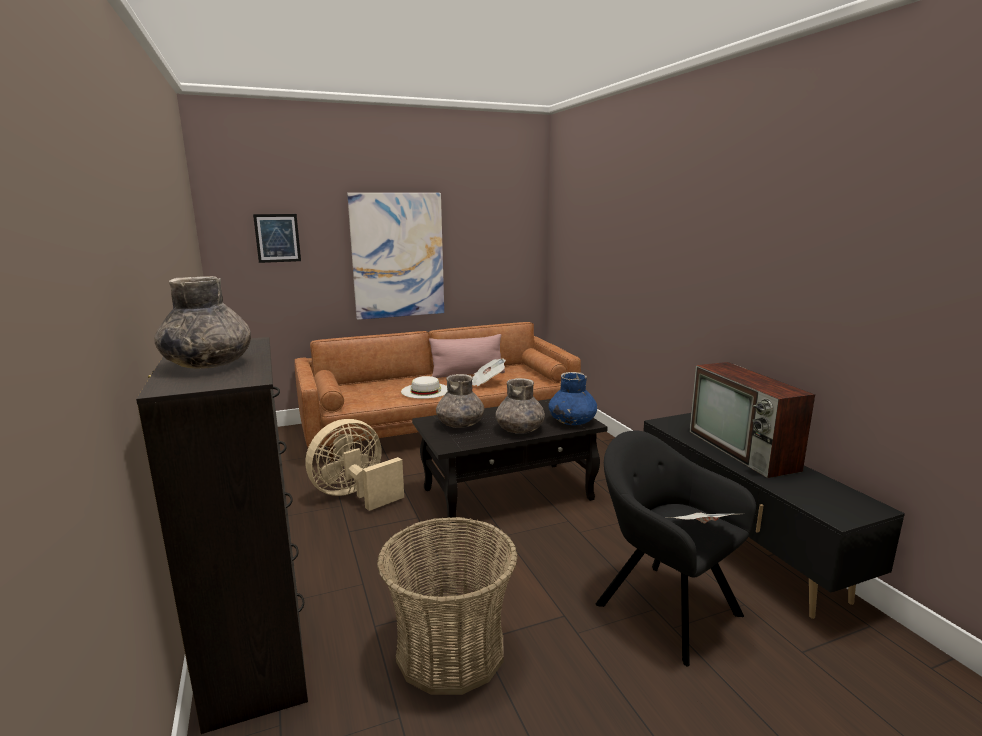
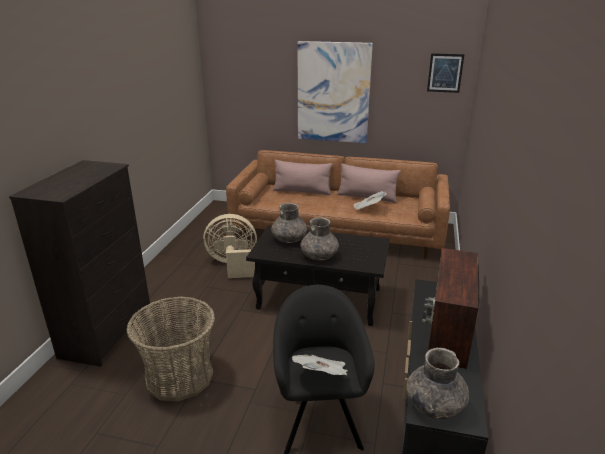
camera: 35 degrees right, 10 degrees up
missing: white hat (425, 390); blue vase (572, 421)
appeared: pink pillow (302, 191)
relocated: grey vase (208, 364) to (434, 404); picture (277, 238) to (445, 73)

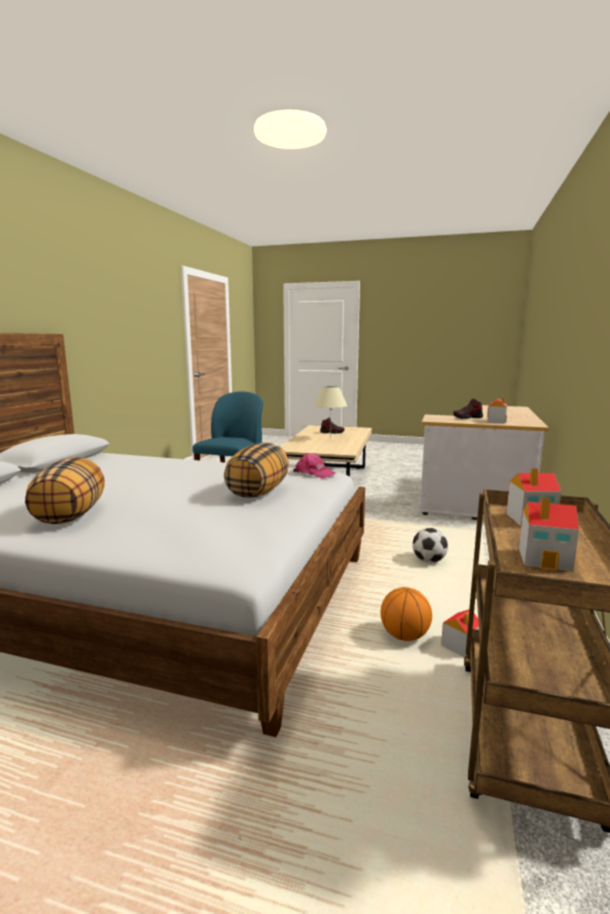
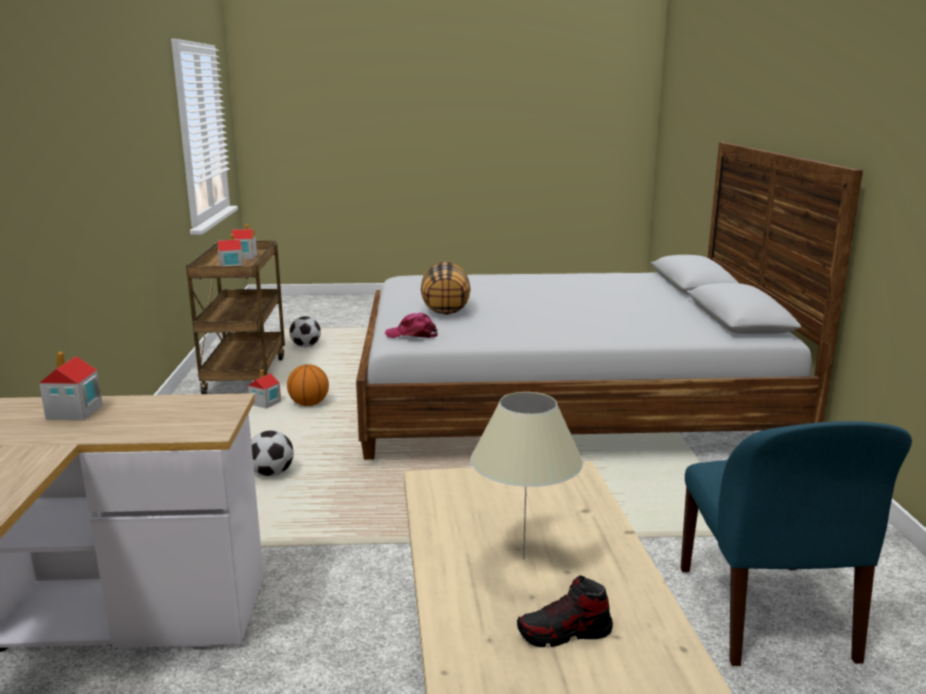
camera: 160 degrees right, 5 degrees up
missing: pillow (71, 515); shoe (467, 417)
appeared: football (306, 346)

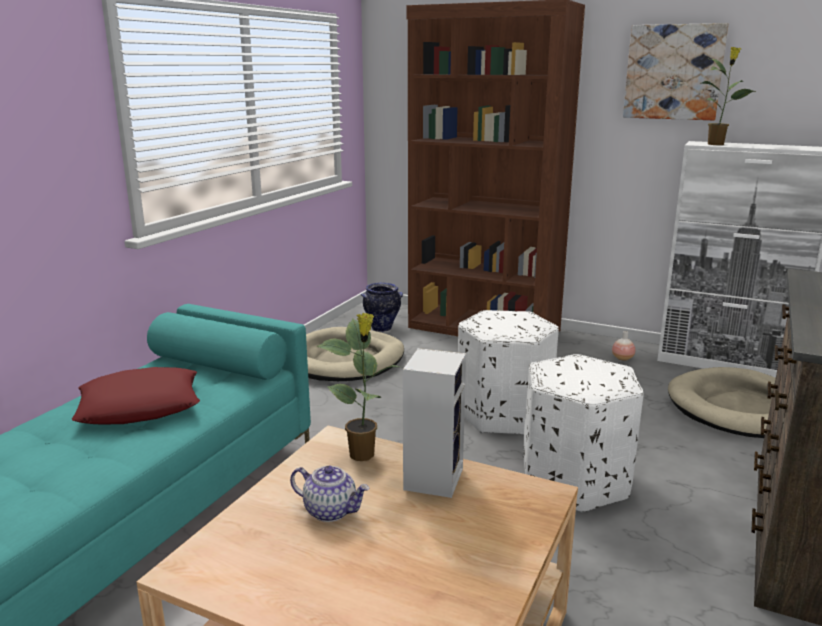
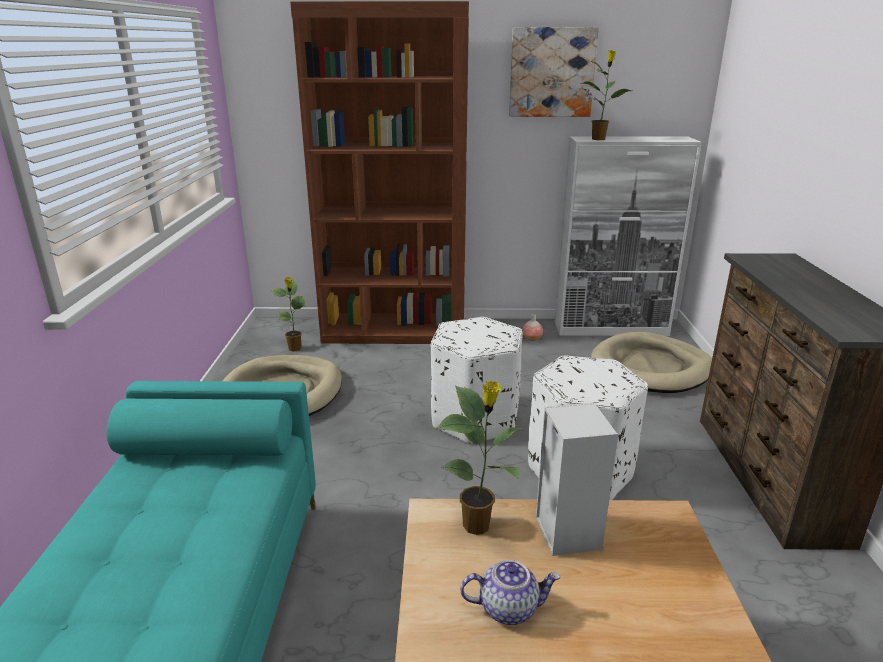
camera: 25 degrees left, 5 degrees up
missing: red pillow (140, 406)
exchanged: vase (382, 328) to potted plant (295, 349)

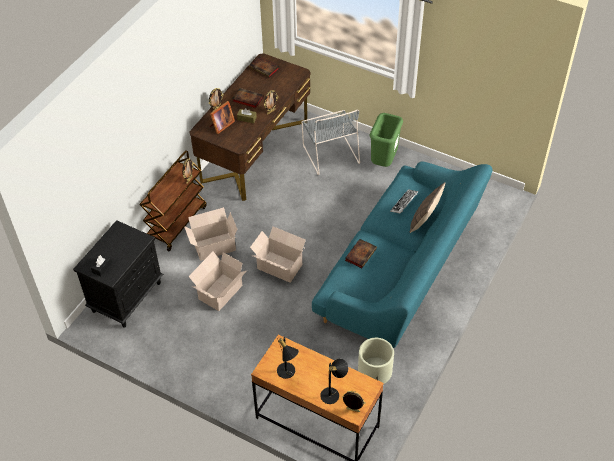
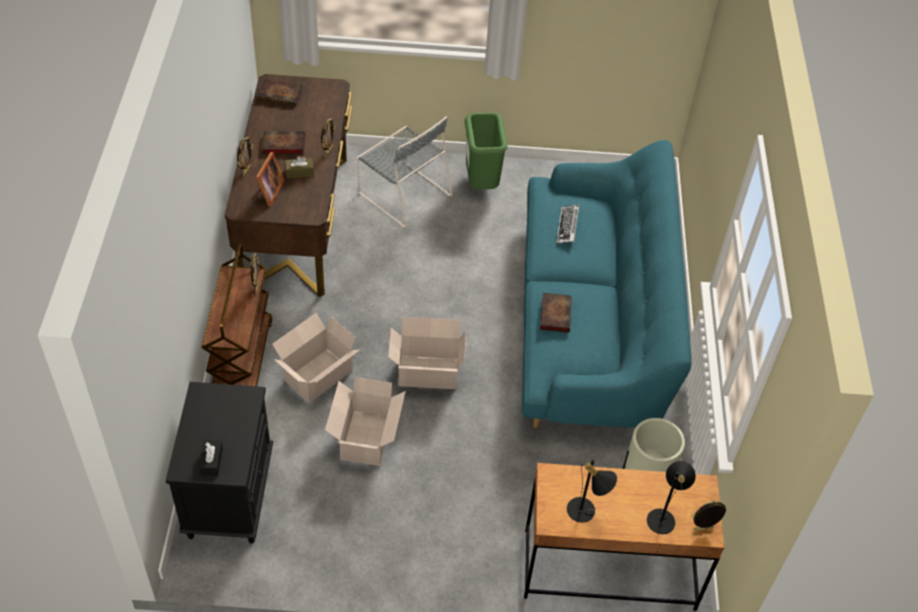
camera: 30 degrees left, 0 degrees up
missing: pillow (425, 221)

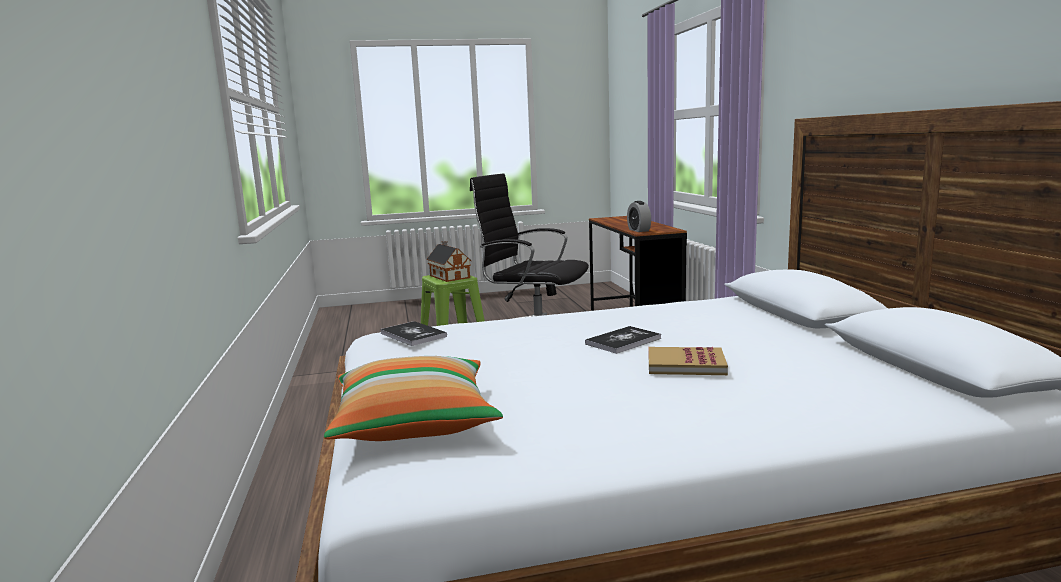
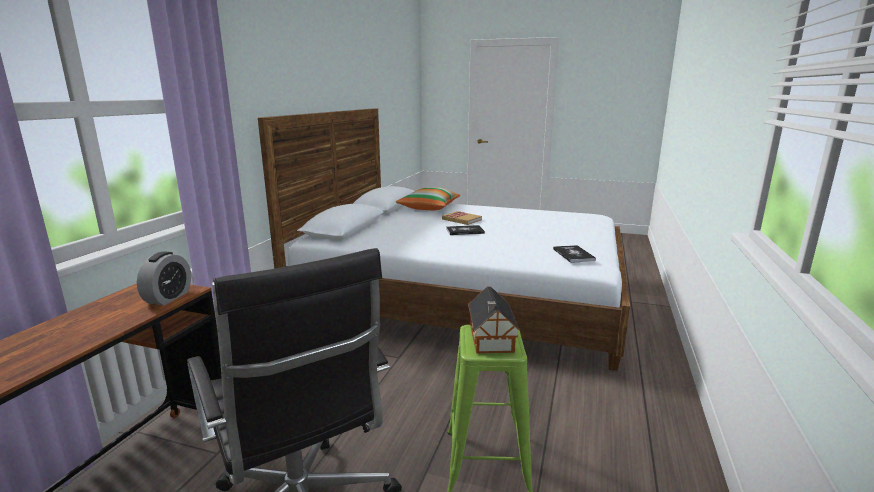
camera: 150 degrees left, 5 degrees up
relocated: pillow (415, 422) to (428, 207)

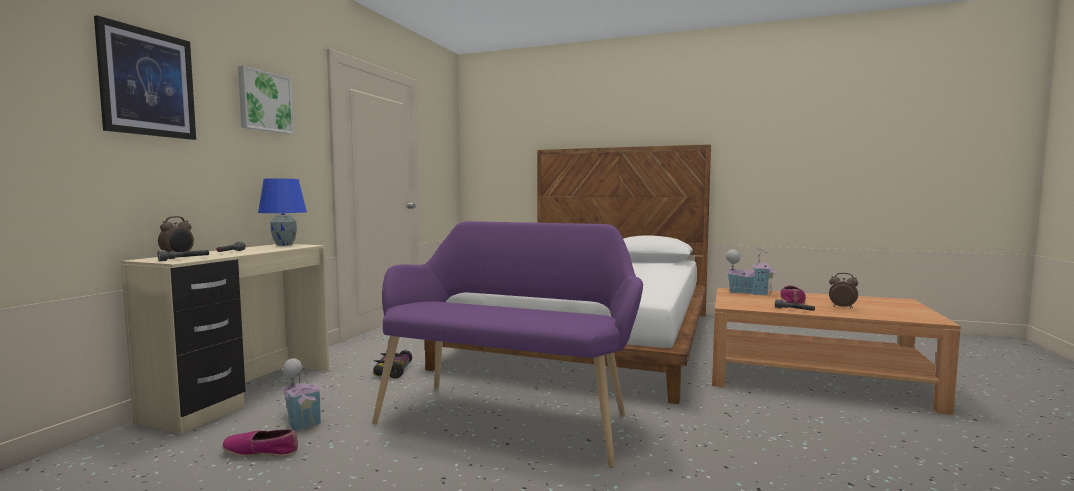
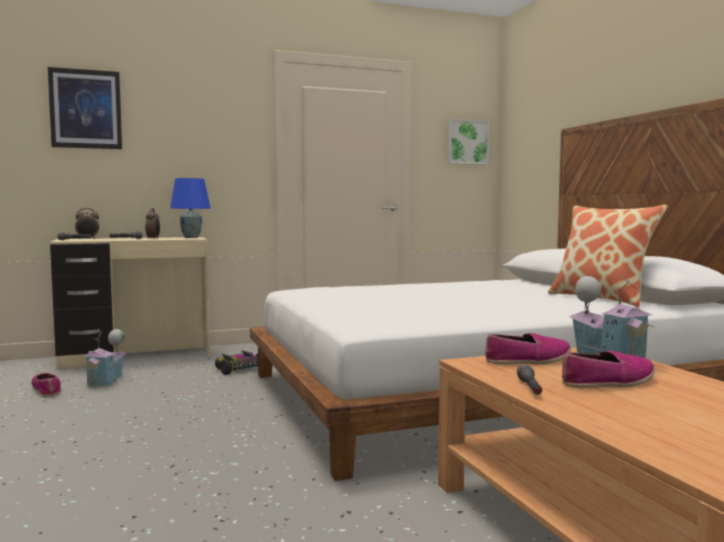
camera: 50 degrees right, 0 degrees up
missing: purple bench (510, 416)
appeared: shoe (528, 360); pillow (602, 298)
relocated: alarm clock (842, 307) to (153, 239); picture (264, 102) to (467, 142)

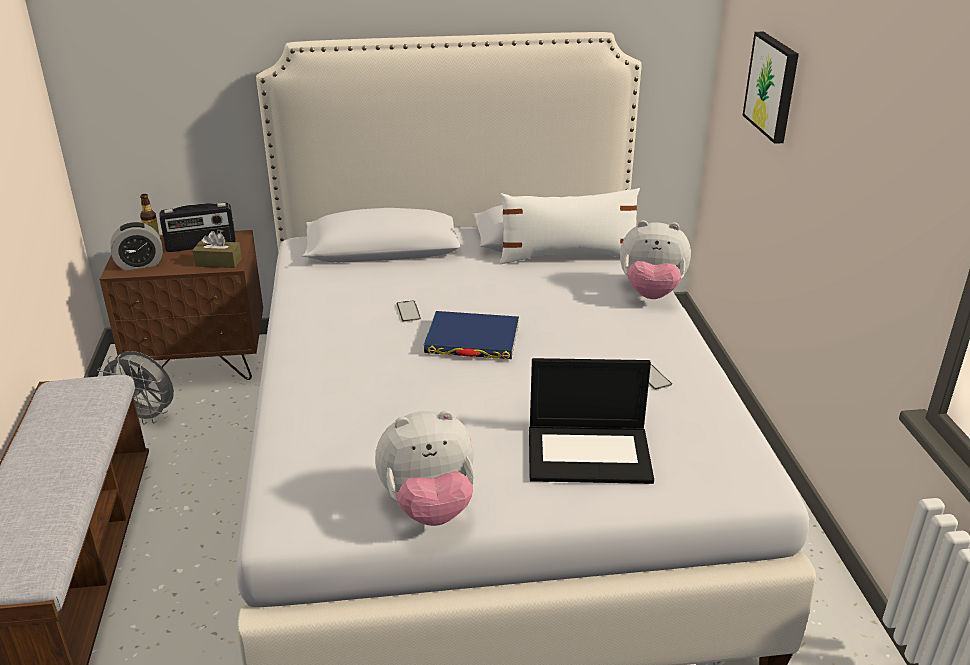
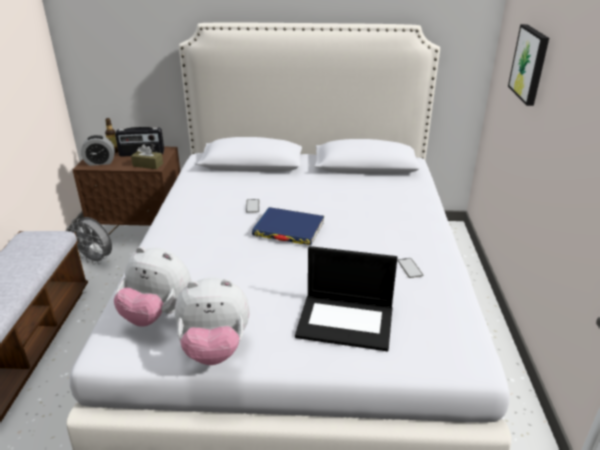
camera: 10 degrees right, 0 degrees up
missing: white pillow (568, 256)
relocated: plush toy (651, 293) to (157, 314)

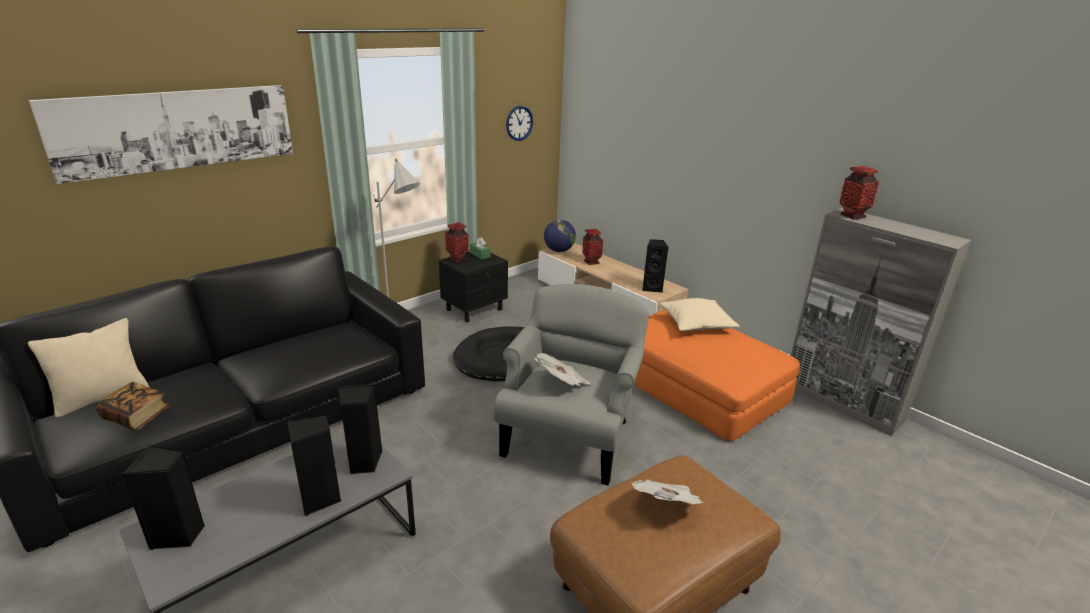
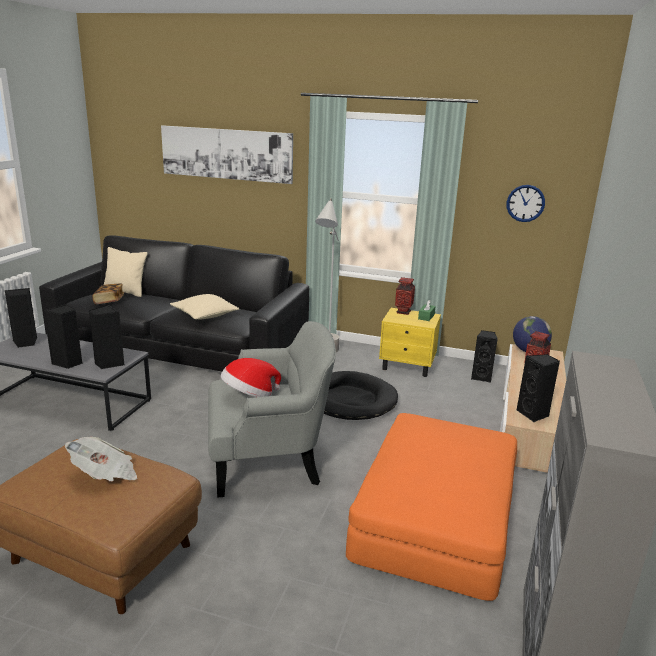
camera: 60 degrees right, 5 degrees down
missing: vase (852, 216)
appeared: black speaker (481, 377)
relocated: beige pillow (696, 324) to (205, 315)
exchanged: newspaper (561, 383) to hat (249, 396)
colour: black nightstand (475, 309) to yellow nightstand (408, 366)

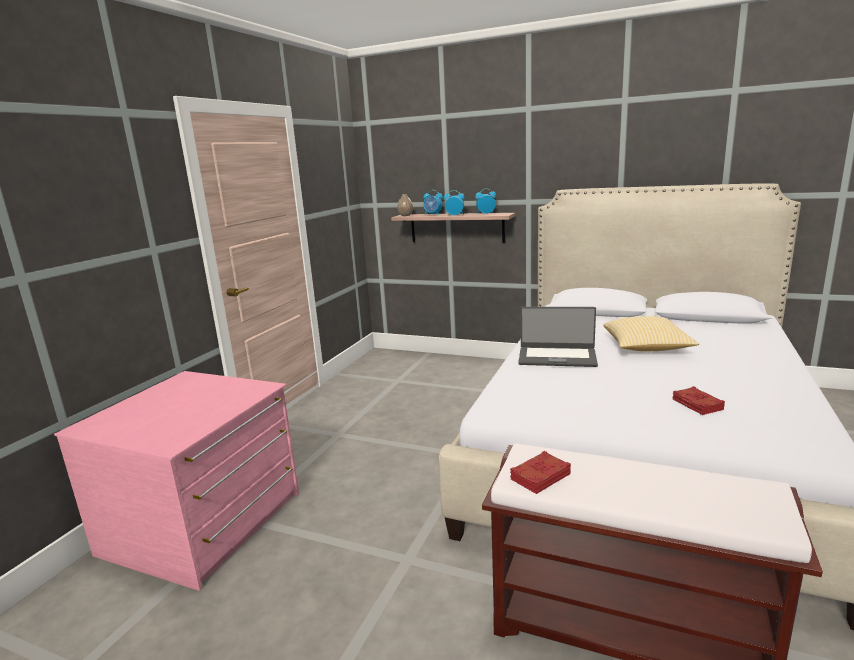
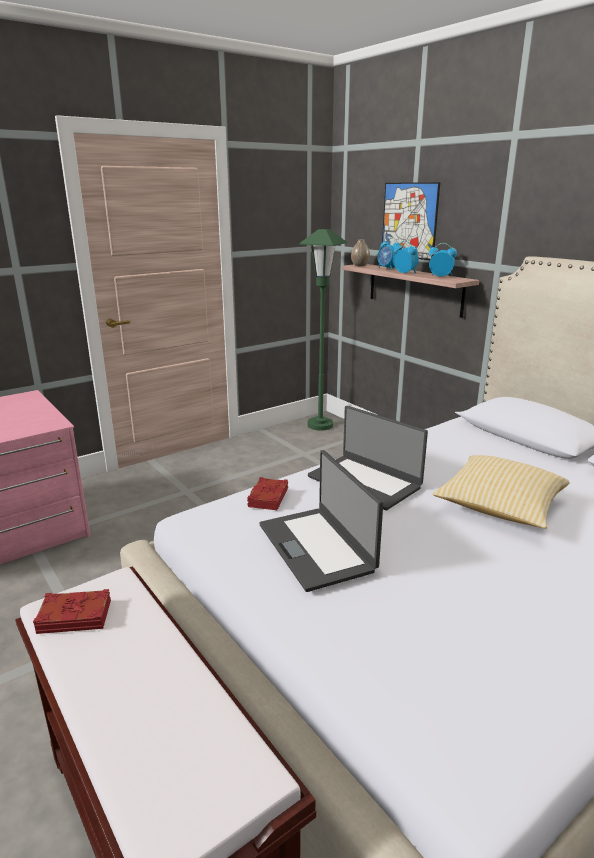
camera: 30 degrees right, 5 degrees up
appeared: laptop (317, 547); green floor lamp (320, 425); picture (409, 220)
relocated: red book (696, 404) to (267, 498)

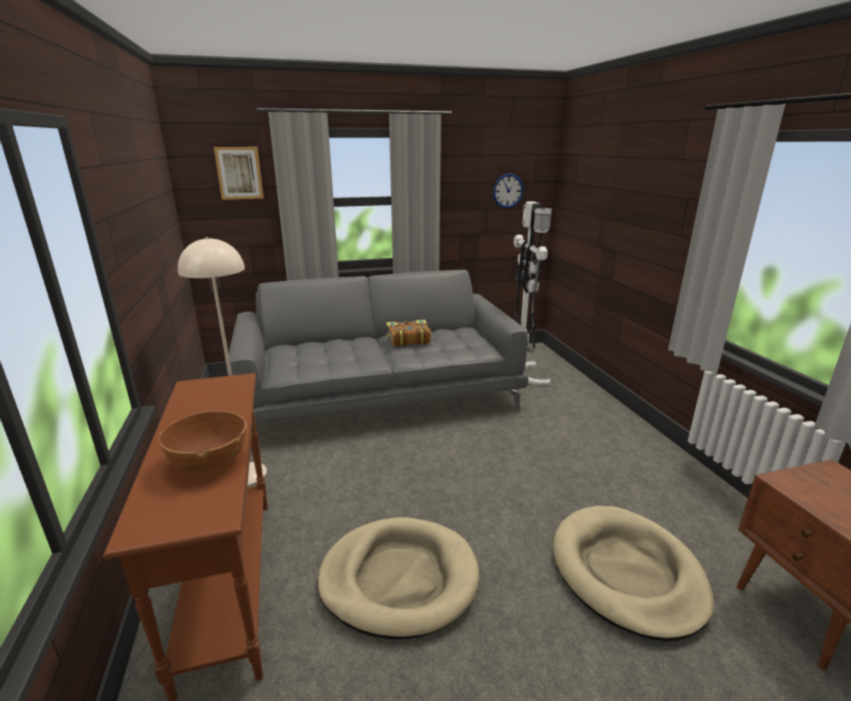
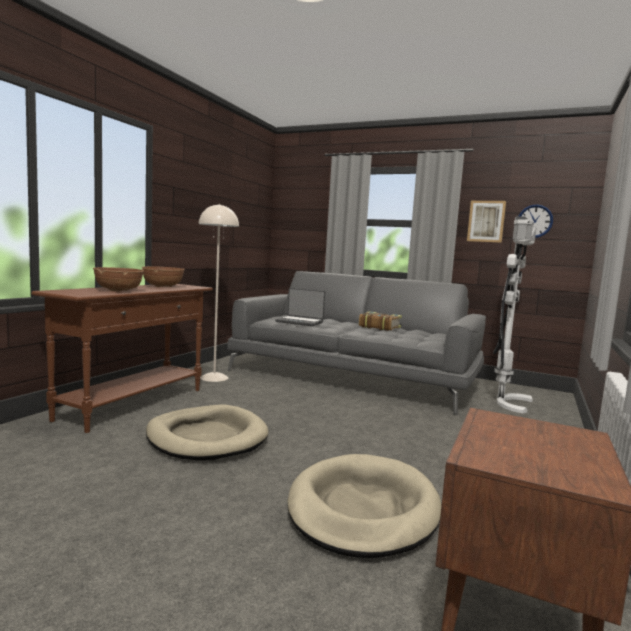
camera: 40 degrees right, 15 degrees down
appeared: brown bowl (163, 286); laptop (300, 322)
relocated: picture (239, 173) to (486, 221)

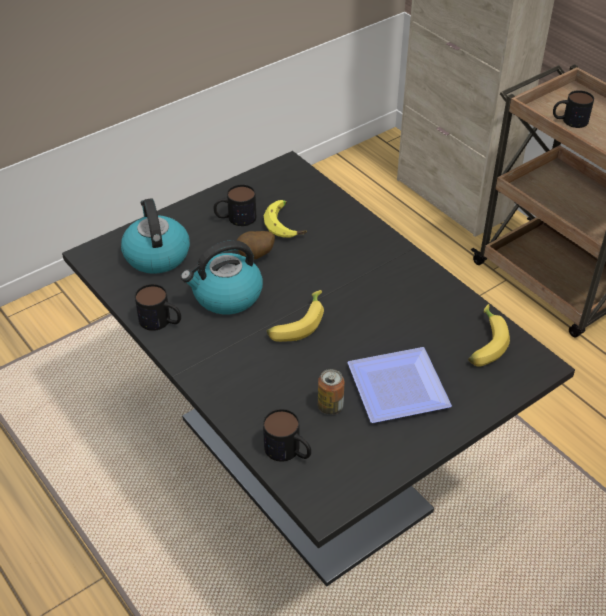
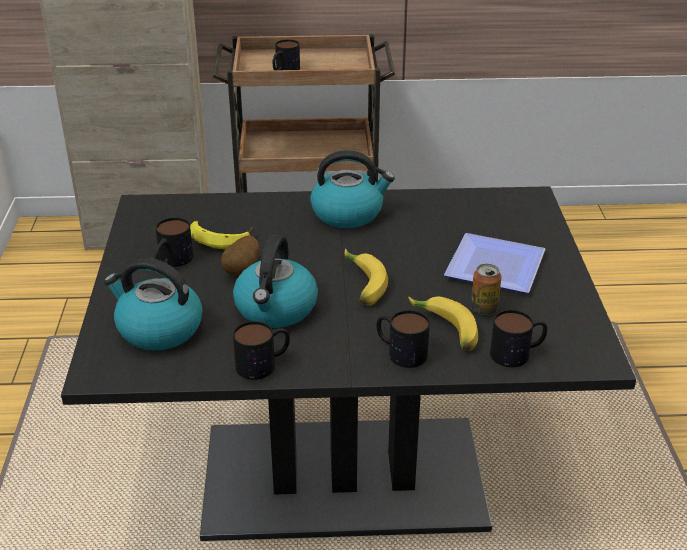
camera: 55 degrees left, 10 degrees down
appeared: kettle (348, 213); mug (400, 351)
relocated: banana (484, 343) to (444, 330)

